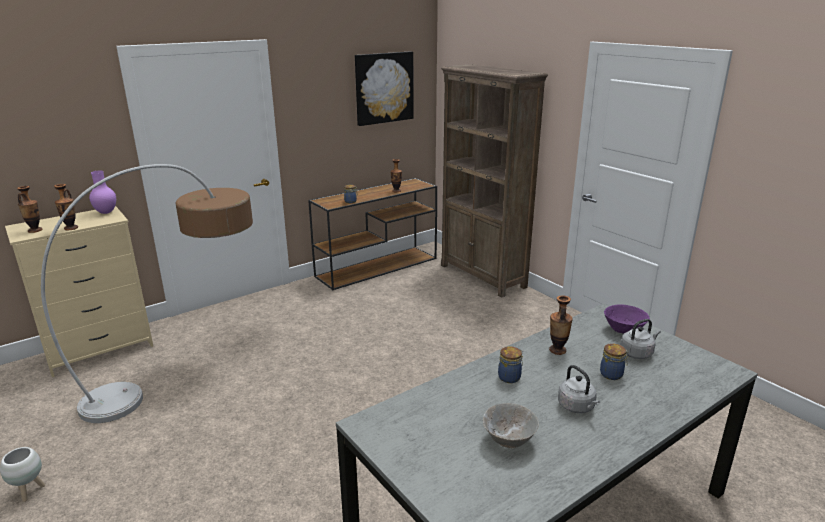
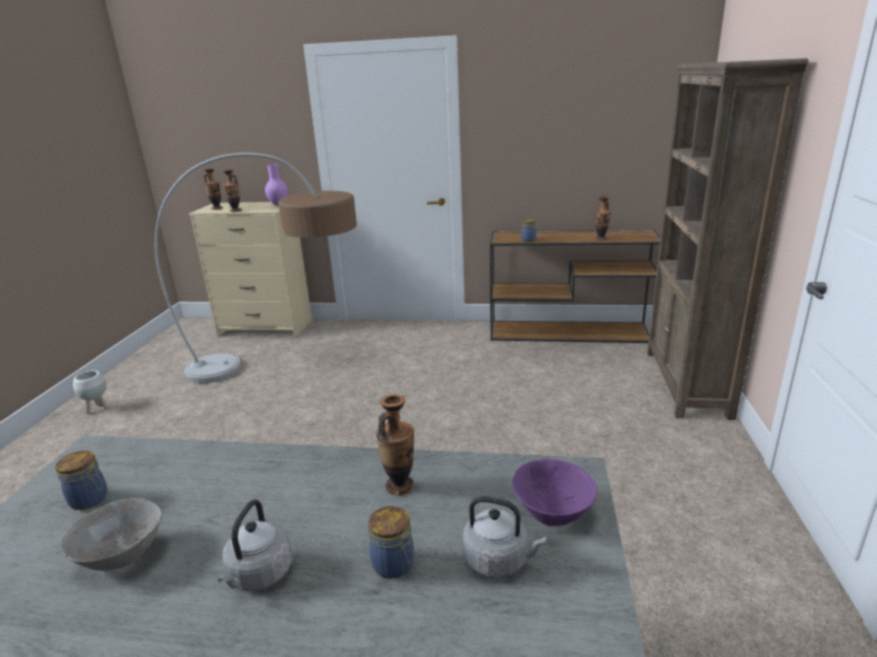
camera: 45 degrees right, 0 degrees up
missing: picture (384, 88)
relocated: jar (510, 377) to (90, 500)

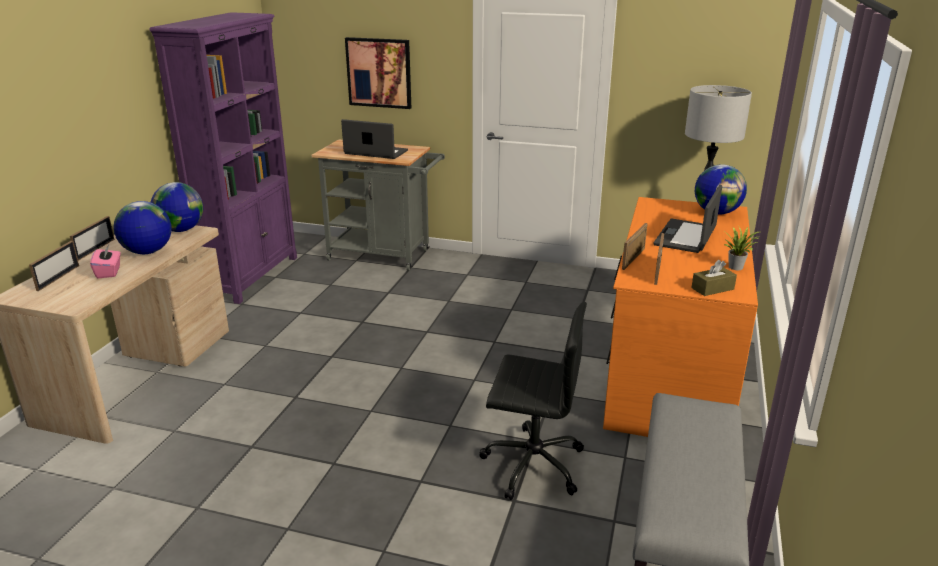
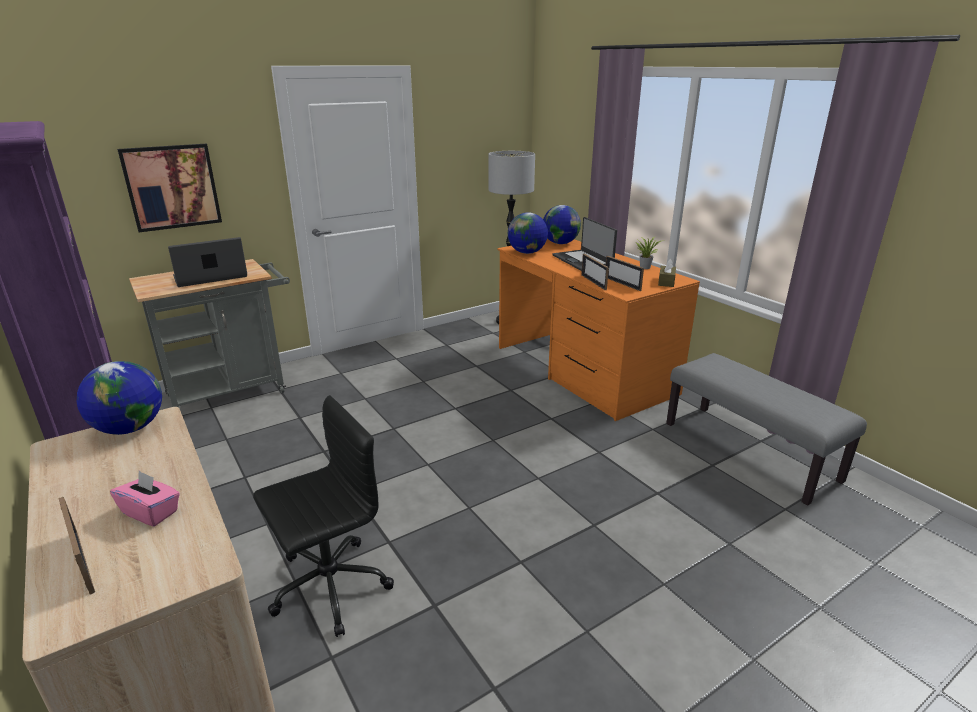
camera: 50 degrees left, 0 degrees up
missing: picture frame (95, 249)
relocated: black office chair (531, 464) to (328, 586); globe (147, 252) to (527, 253)

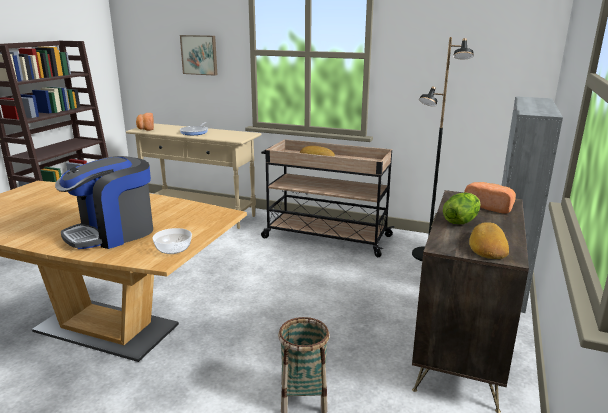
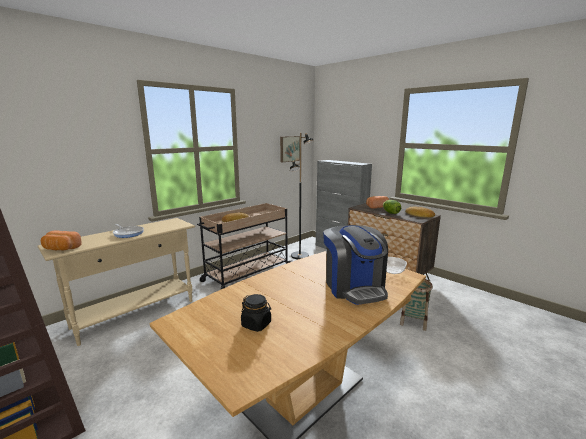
camera: 65 degrees left, 5 degrees down
appeared: black jar (256, 324)
relocated: picture (199, 55) to (289, 149)

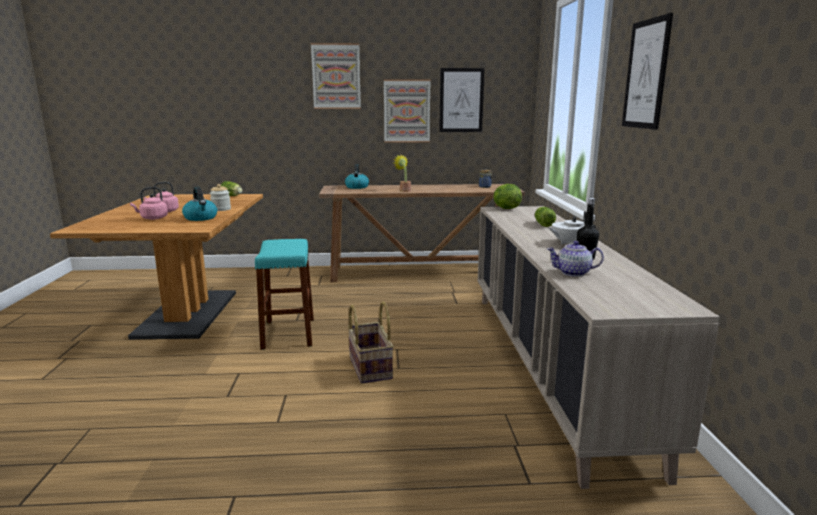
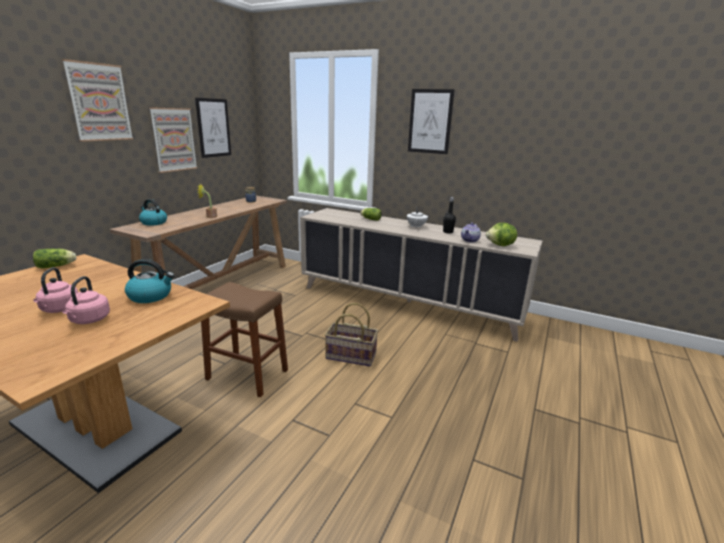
camera: 60 degrees left, 5 degrees up
missing: jar (221, 209)
relocated: lettuce (505, 208) to (500, 245)
colour: turquoise stool (288, 333) to brown stool (247, 374)

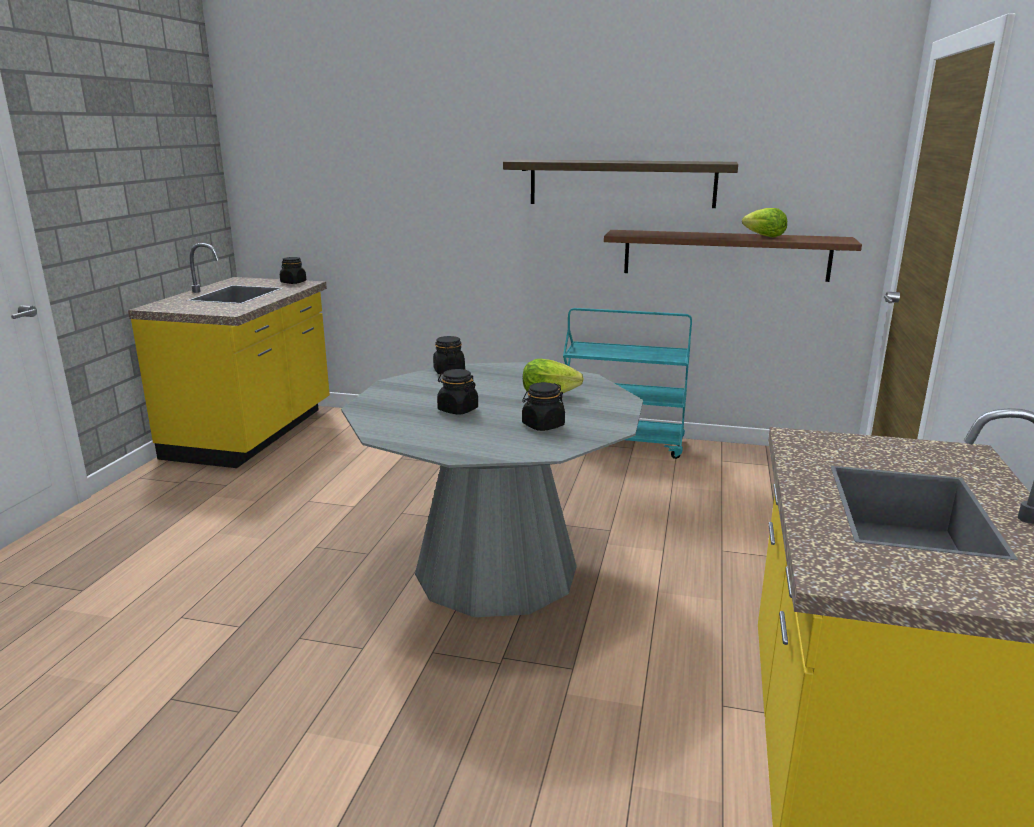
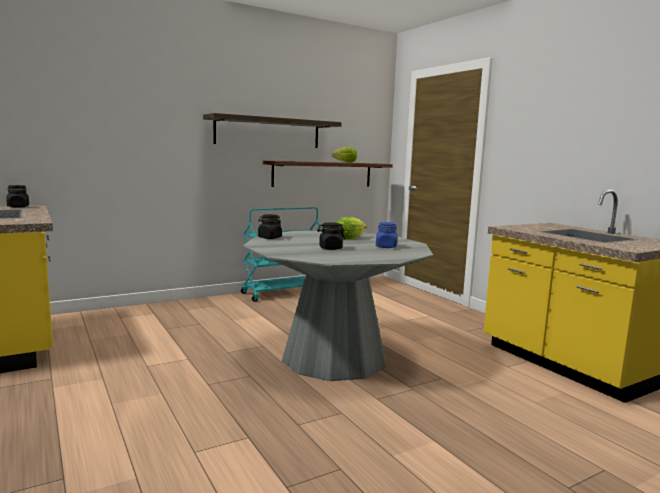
camera: 45 degrees left, 10 degrees down
colour: black jar (543, 425) to blue jar (386, 247)

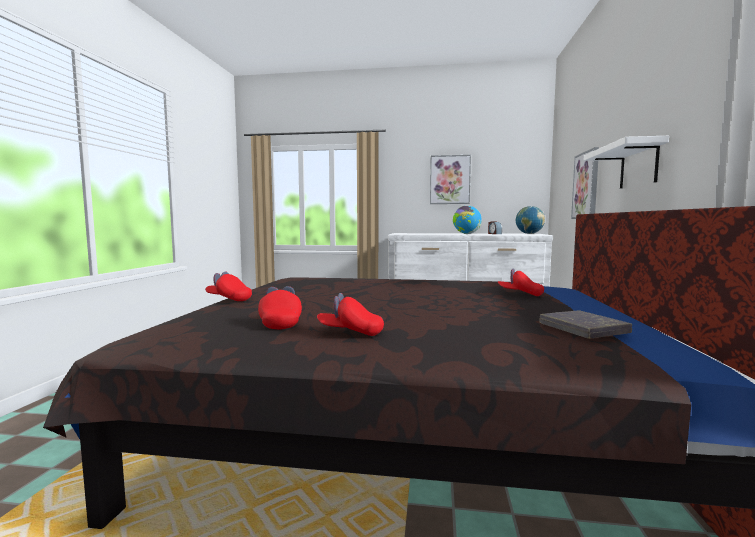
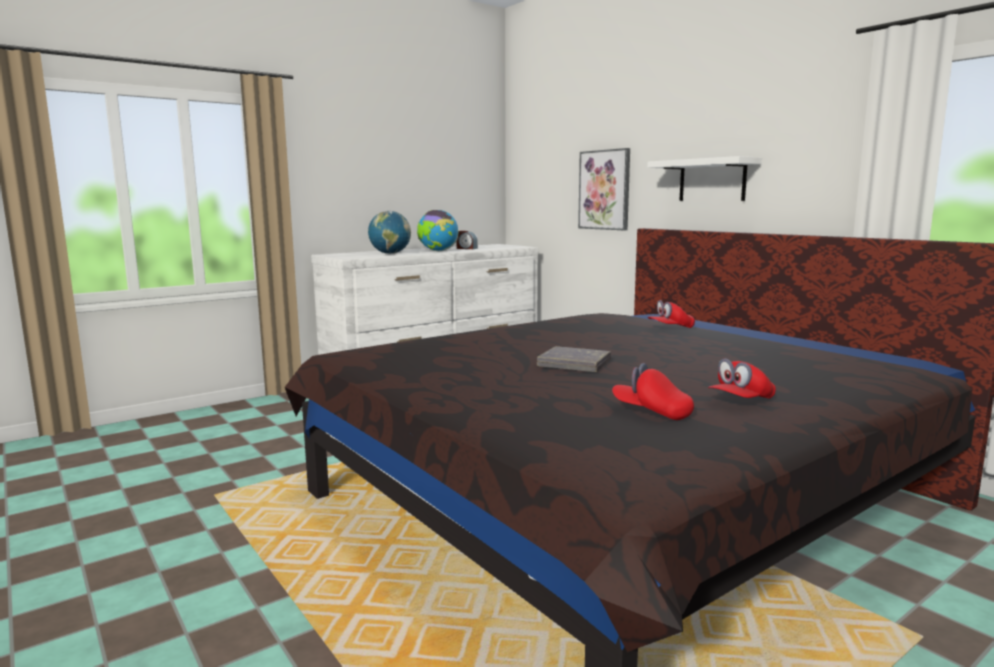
camera: 45 degrees left, 5 degrees up
missing: red cap (229, 299); picture (450, 180)
relocated: globe (529, 234) to (390, 253); grey book (583, 329) to (574, 364)

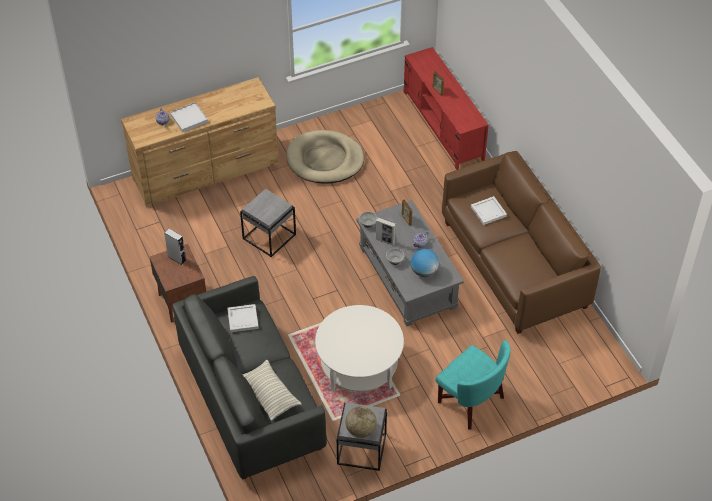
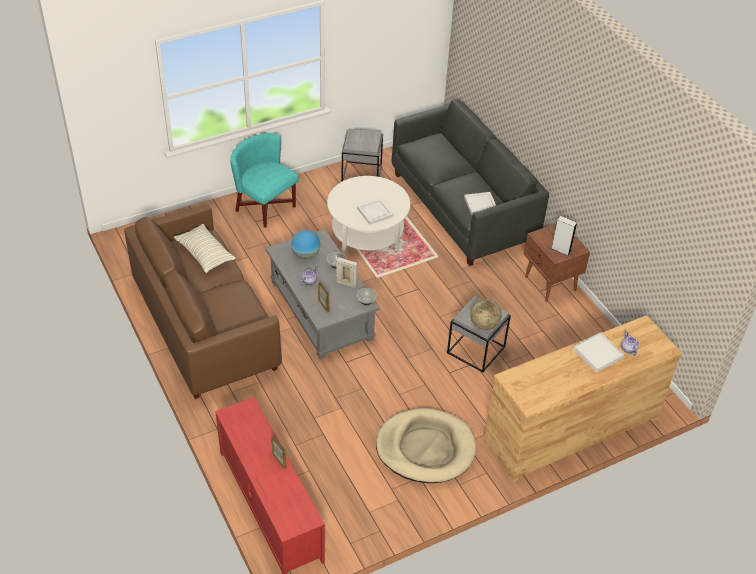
camera: 175 degrees right, 5 degrees down
relocated: pillow (269, 395) to (205, 254); white tray (488, 211) to (375, 213); globe (360, 430) to (484, 324)

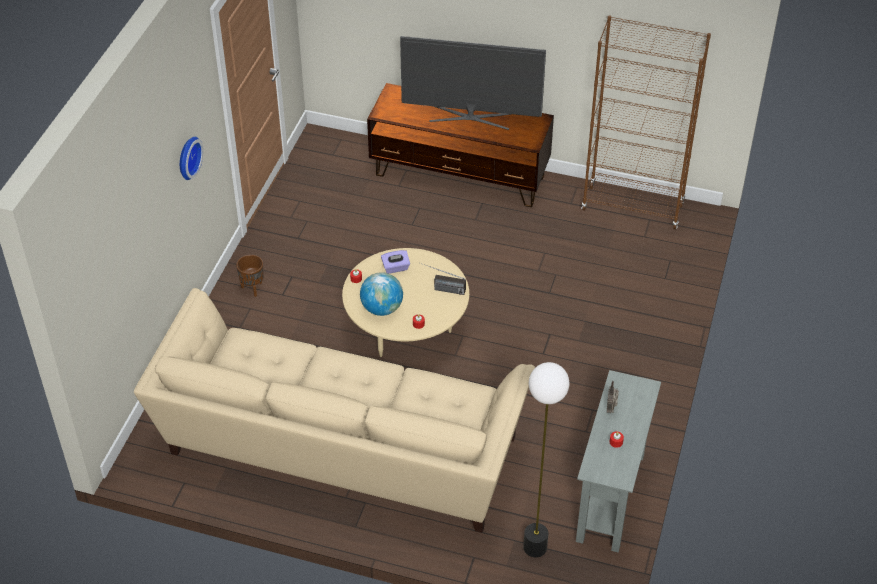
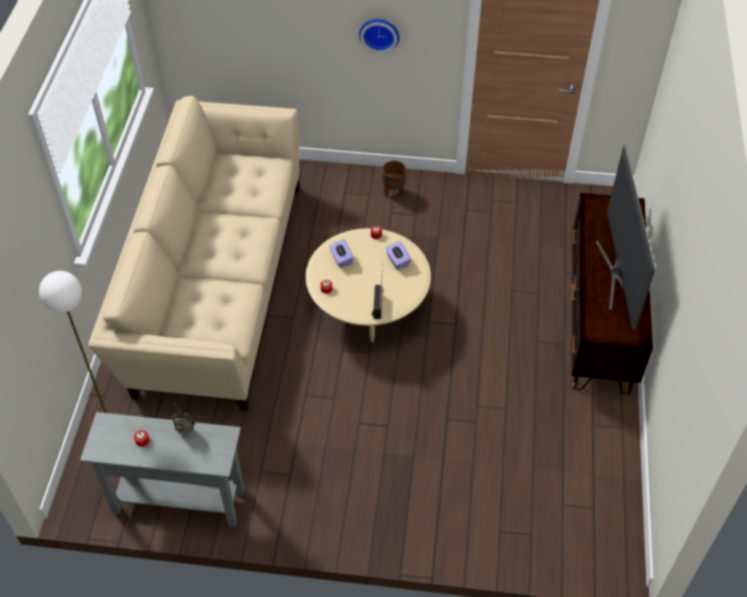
camera: 80 degrees right, 5 degrees up
missing: brown bookcase (632, 207)
exchanged: globe (382, 308) to purple tissue box (341, 259)

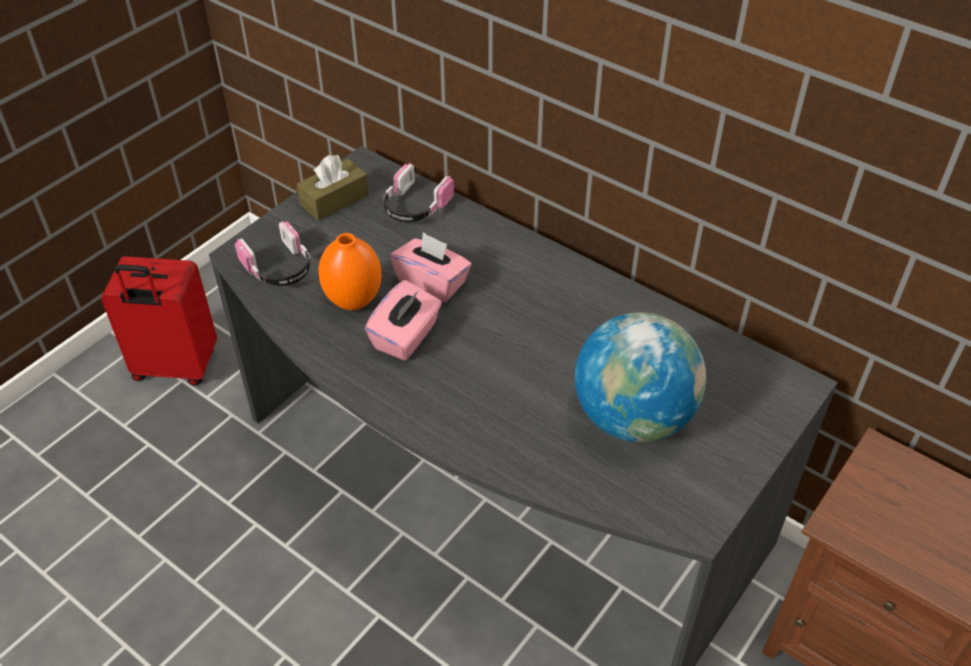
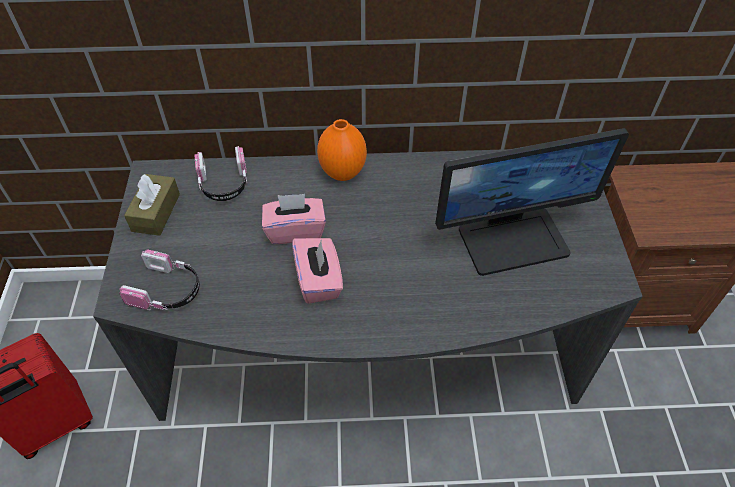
camera: 40 degrees left, 5 degrees up
relocated: orange vase (354, 301) to (343, 173)
exchanged: globe (633, 417) to monitor (513, 239)

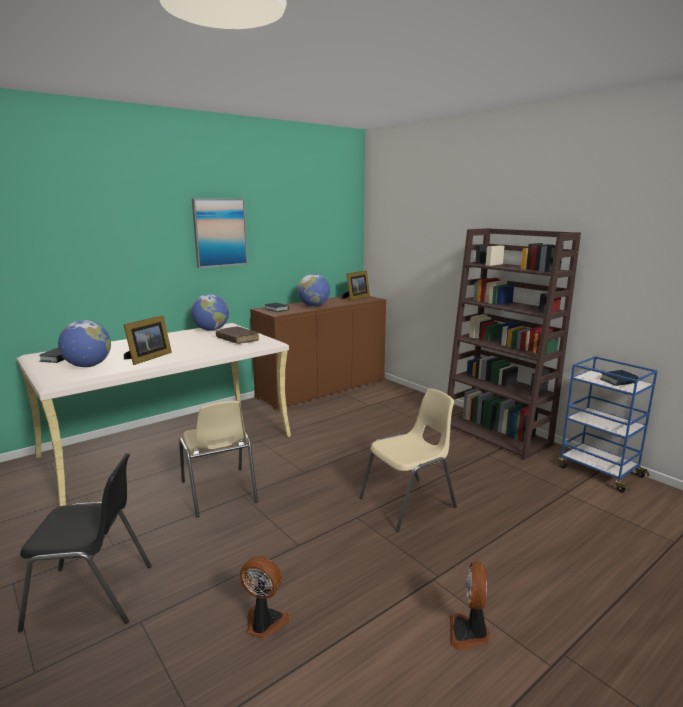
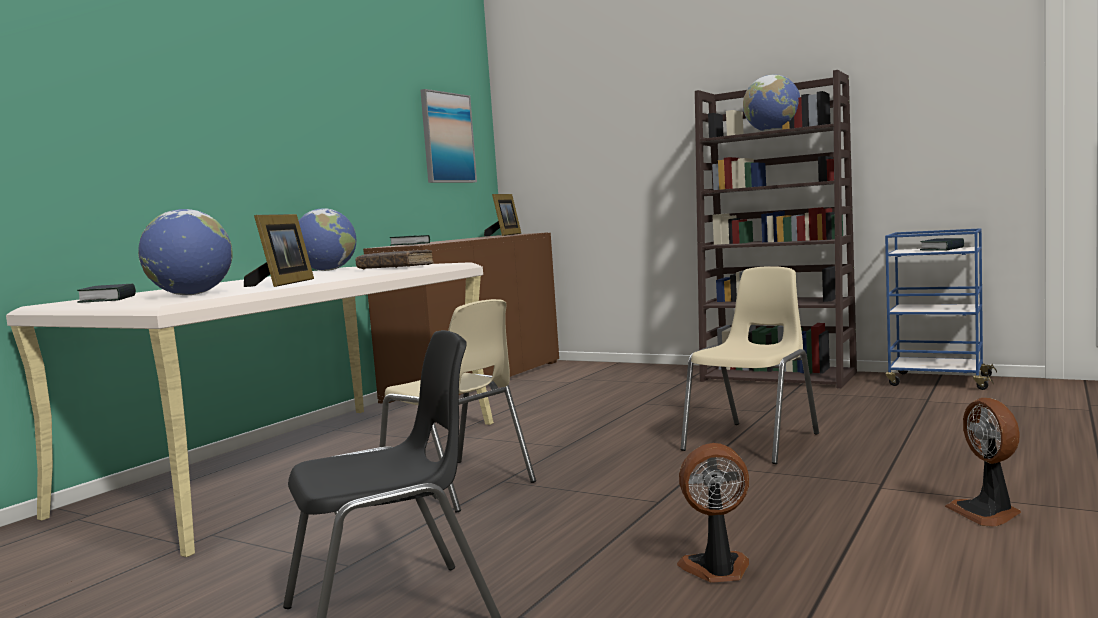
camera: 20 degrees left, 10 degrees down
relocated: picture (220, 232) to (447, 138); globe (314, 306) to (772, 132)

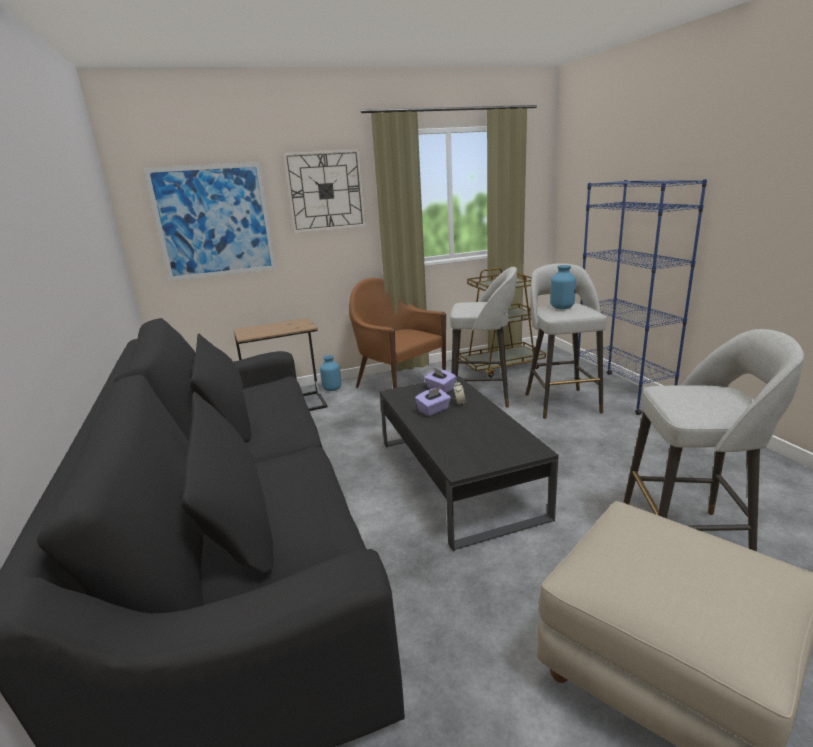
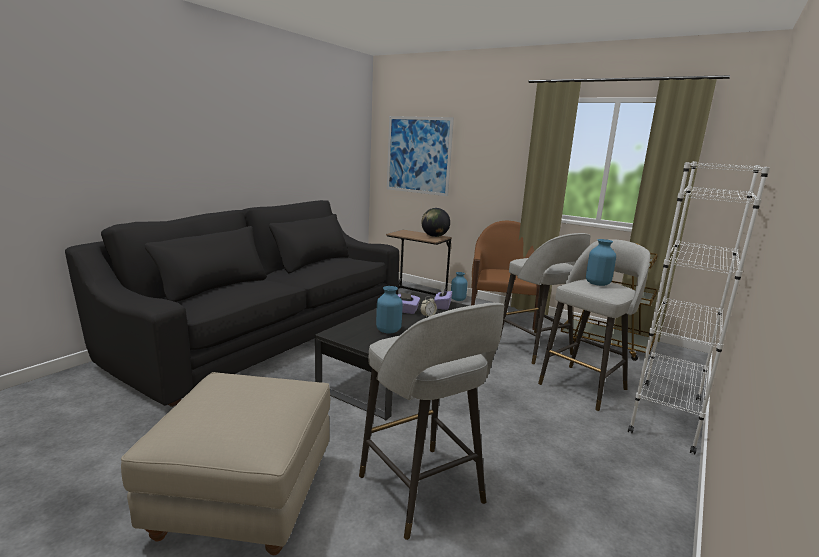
camera: 50 degrees right, 5 degrees down
missing: wall clock (325, 191)
appeared: blue vase (389, 330); globe (434, 236)
colour: blue bookcase (622, 392) to white bookcase (666, 414)

